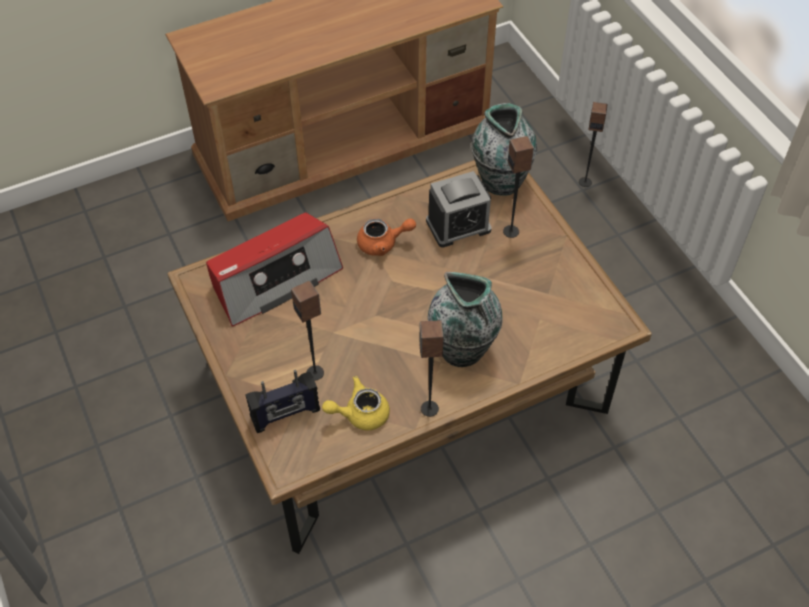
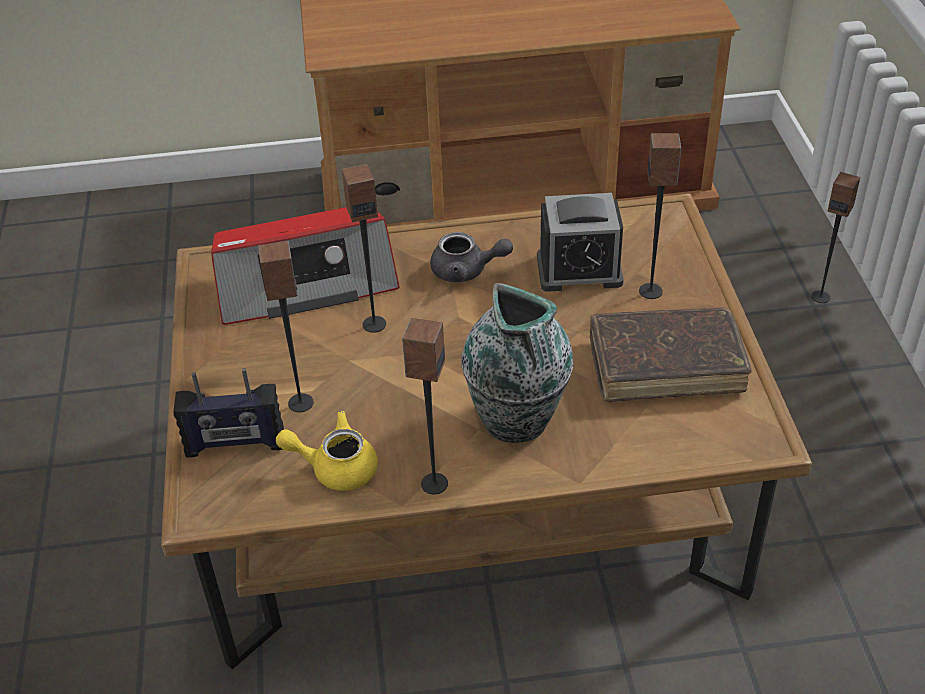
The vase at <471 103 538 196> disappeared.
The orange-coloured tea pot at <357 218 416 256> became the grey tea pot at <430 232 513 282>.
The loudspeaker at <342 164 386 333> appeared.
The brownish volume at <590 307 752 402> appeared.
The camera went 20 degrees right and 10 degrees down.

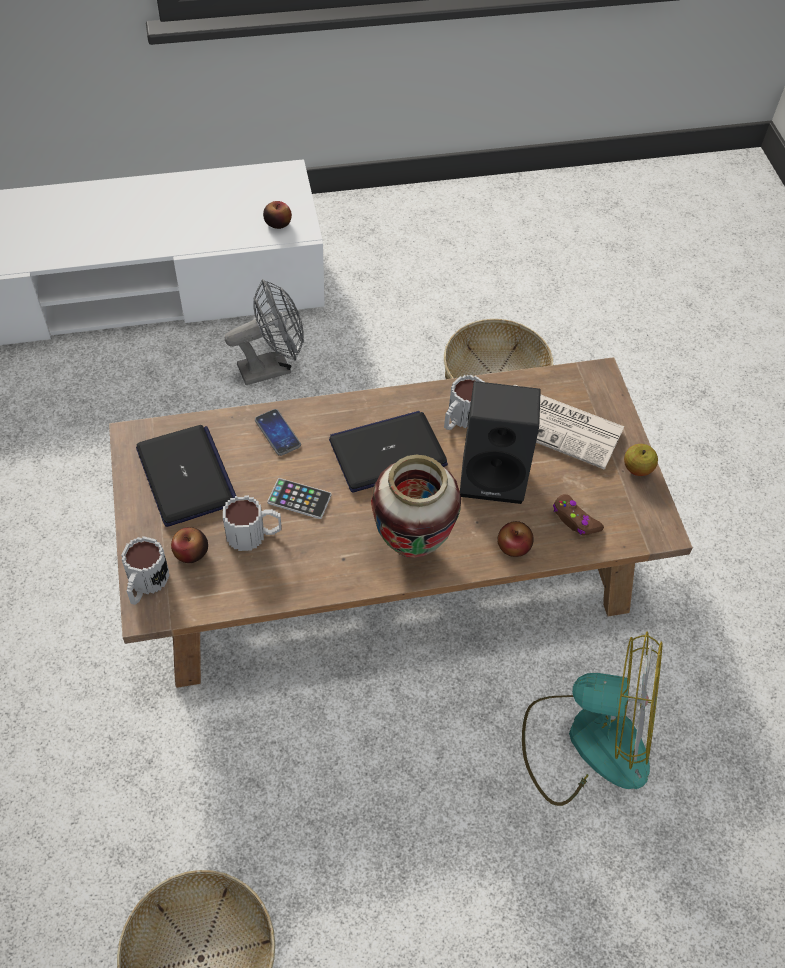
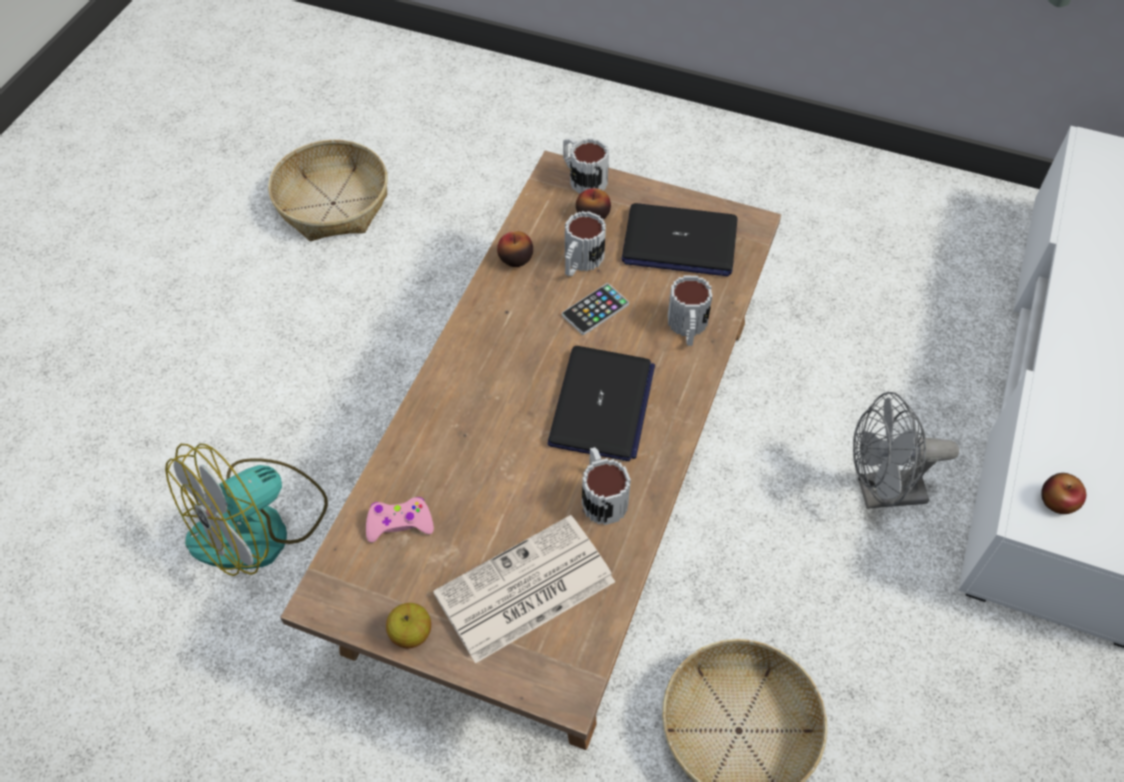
The grey electric fan at <225 279 304 385> turned 75 degrees clockwise.
The black loudspeaker at <460 381 541 504> disappeared.
The telephone at <255 409 301 456> was replaced by the coffee mug at <668 276 712 346>.
The vase at <371 455 461 558> disappeared.
The brownish joypad at <553 494 604 535> became the pinkish joypad at <366 497 434 543>.
The apple moved from <497 521 534 557> to <497 231 533 267>.
The camera went 125 degrees right and 0 degrees up.

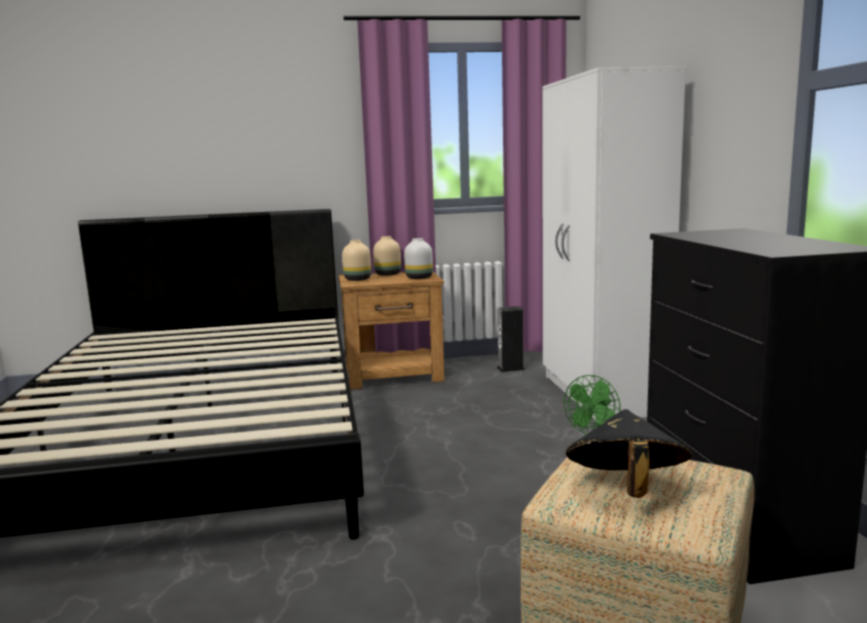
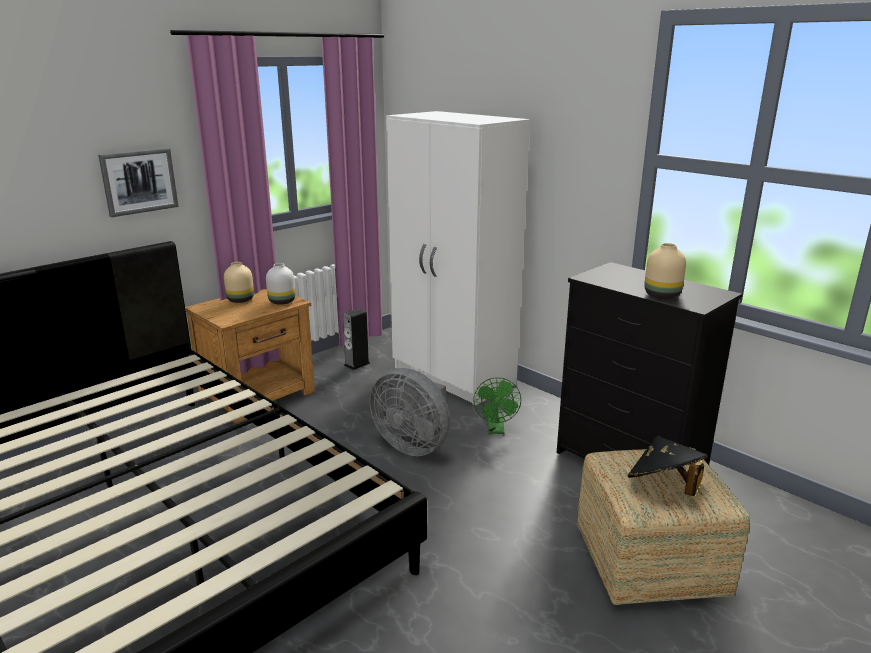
The sand-coloured vase moved from <342 240 371 281> to <644 243 686 299>.
The picture at <98 148 179 217> appeared.
The grey electric fan at <370 368 450 456> appeared.
The camera went 35 degrees left and 10 degrees up.

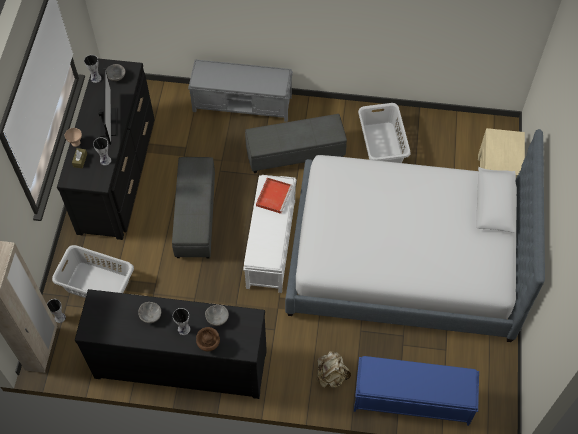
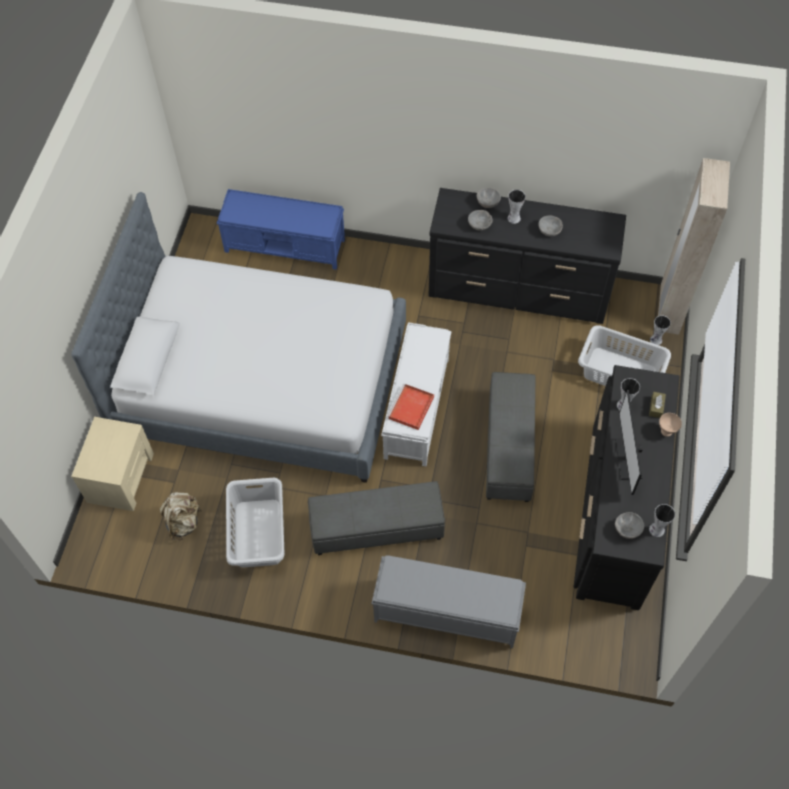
The brownish vase at <196 327 220 351> was replaced by the grey deep dish at <476 188 501 208>.
The sand-coloured knapsack moved from <316 351 351 388> to <159 492 201 541>.
The camera went 175 degrees left and 0 degrees up.

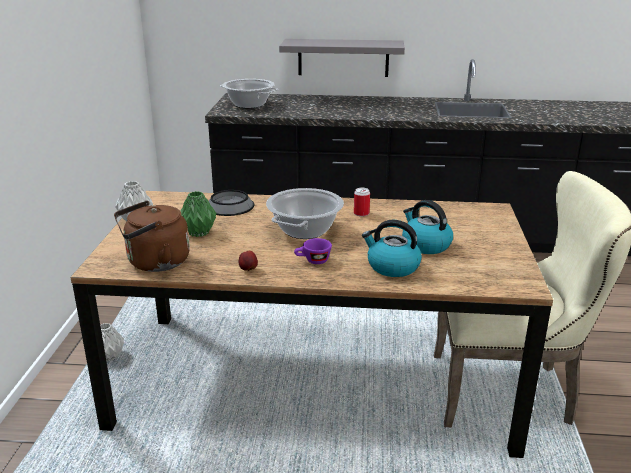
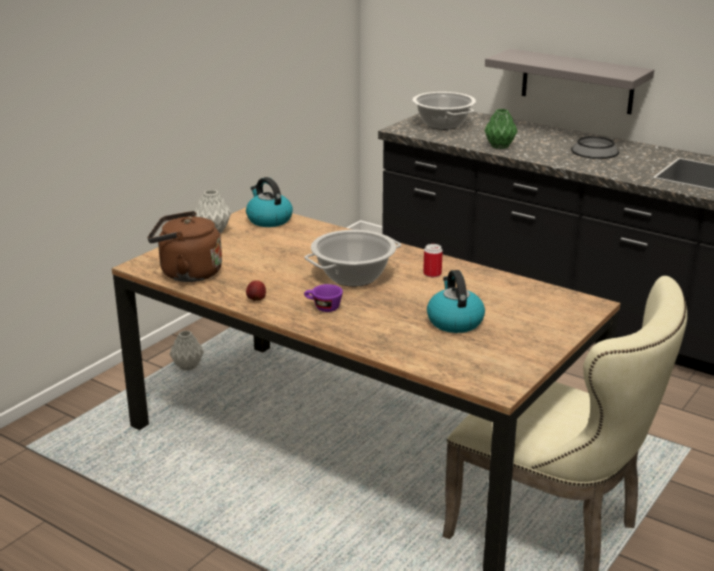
The deep dish moved from <209 190 254 216> to <571 136 619 159>.
The green vase moved from <181 191 216 237> to <484 109 518 149>.
The water kettle moved from <362 220 422 277> to <246 177 293 227>.
The camera went 30 degrees right and 0 degrees up.

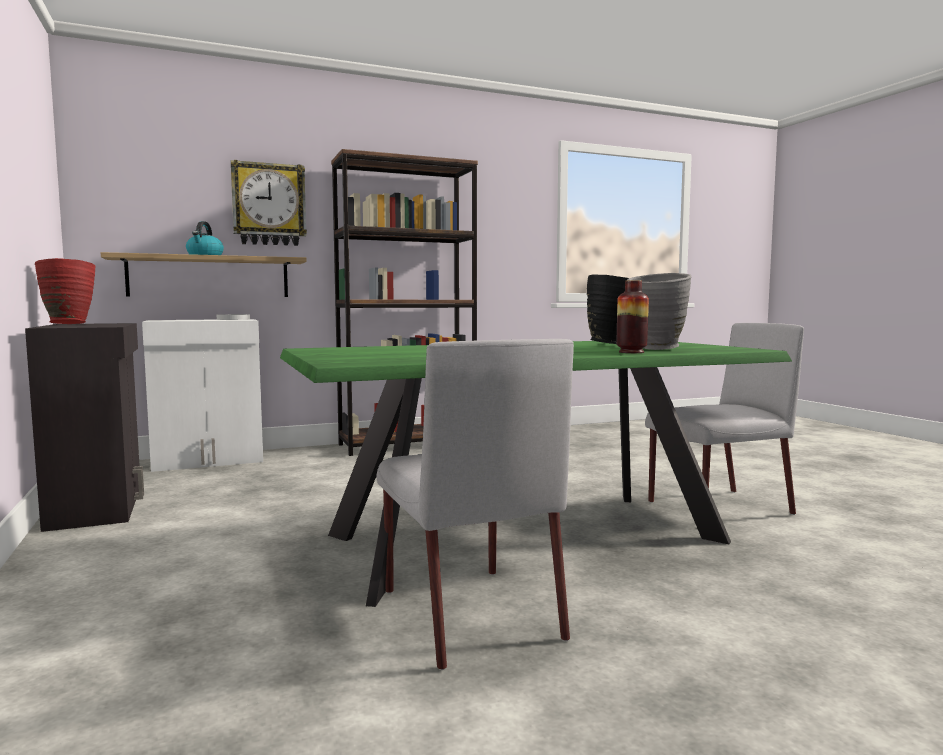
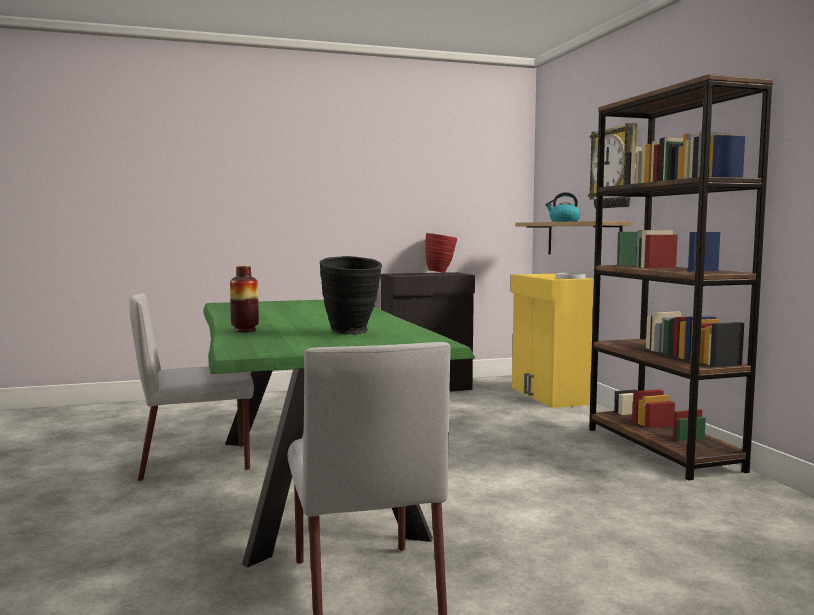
The grey vase at <627 273 691 350> disappeared.
The white-coloured cupboard at <142 319 263 472> became the yellow cupboard at <511 274 594 408>.
The camera went 95 degrees right and 0 degrees up.

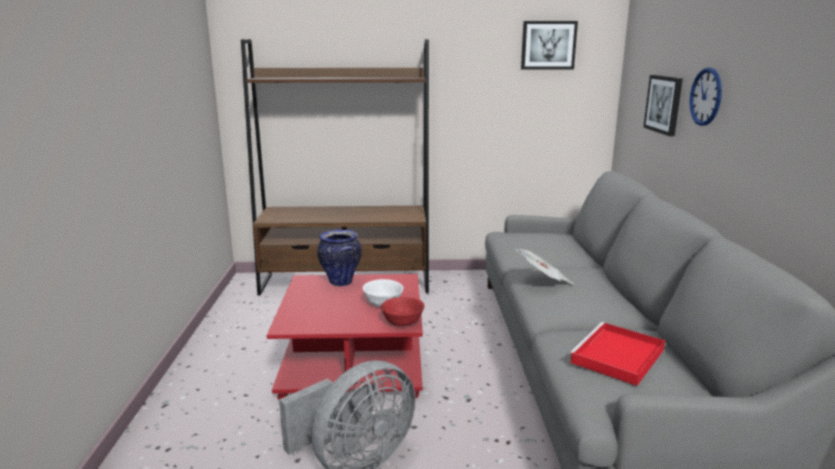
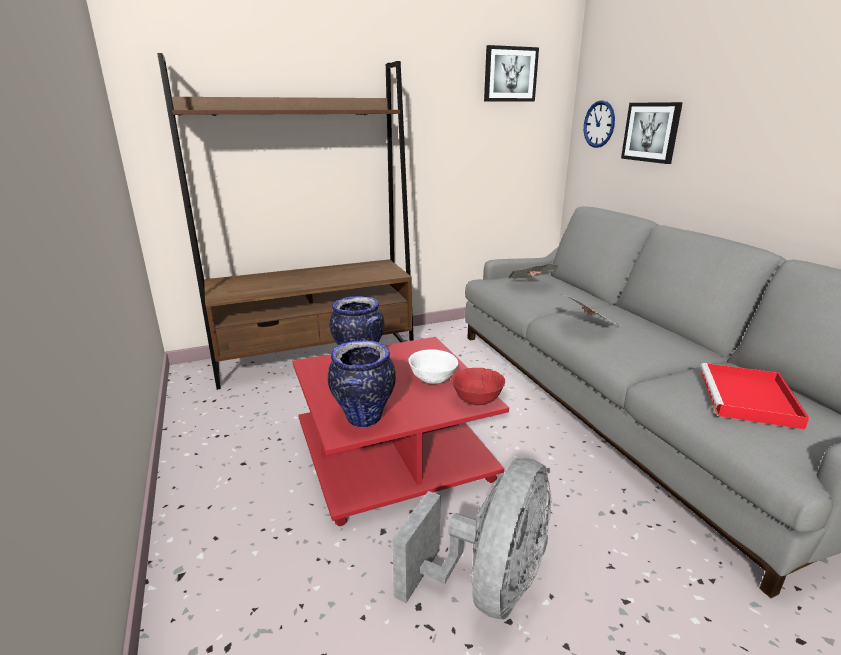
The hanging clock moved from <689 68 722 126> to <584 100 615 148>.
The daily paper at <509 264 558 279> appeared.
The vase at <328 340 396 427> appeared.
The camera went 20 degrees left and 5 degrees up.

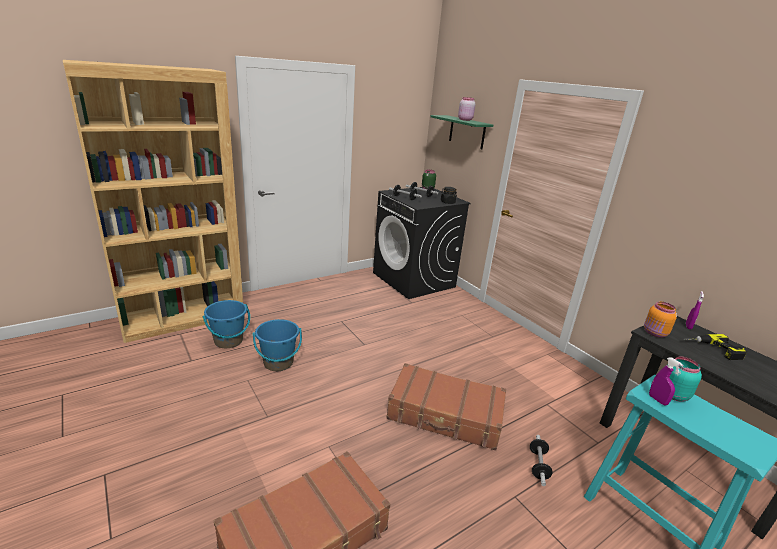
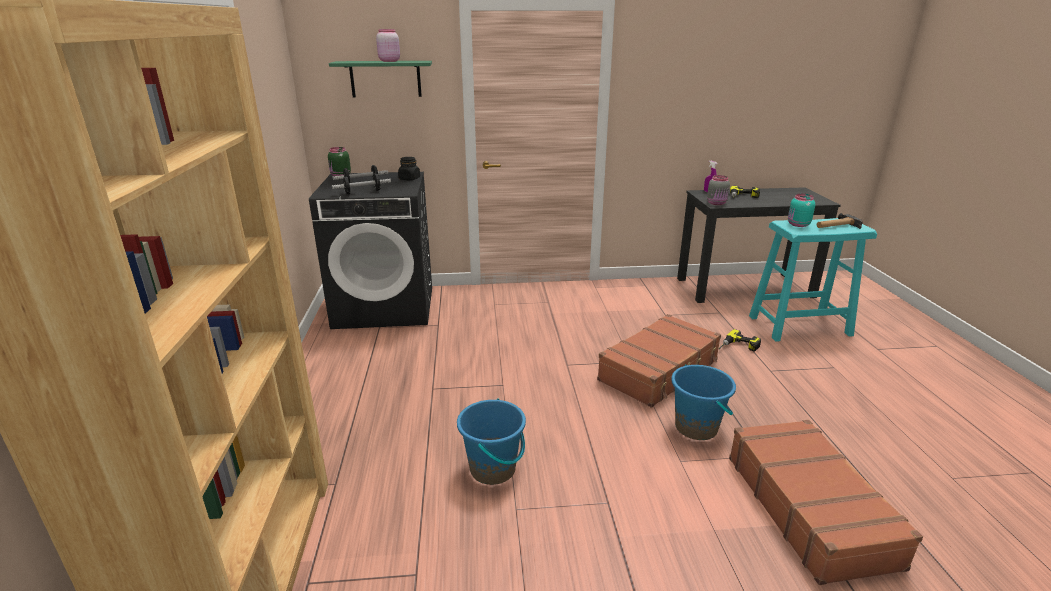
The blue-coloured water bucket moved from <203 300 250 348> to <671 364 736 440>.
The orange-coloured jar at <644 302 677 338> became the grey jar at <707 175 730 205>.
The purple spray bottle at <649 358 683 405> disappeared.
The free weight at <530 435 553 486> was replaced by the drill at <719 329 761 351>.
The tool hammer at <817 213 863 229> appeared.
The camera went 60 degrees left and 0 degrees up.

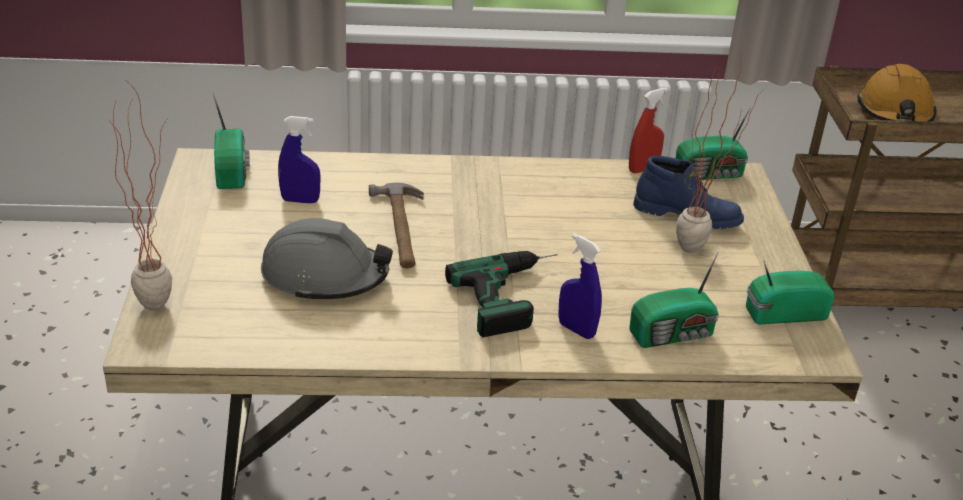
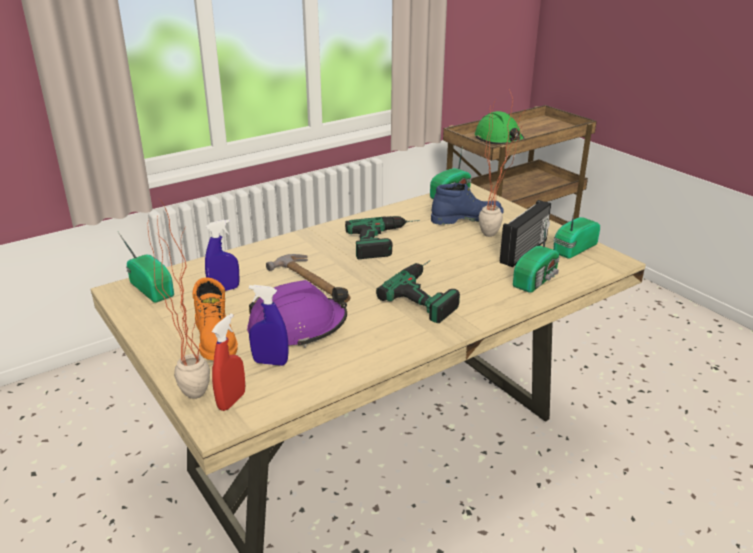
The orange-coloured hard hat at <857 64 936 122> became the green hard hat at <475 111 525 145>.
The red-coloured spray bottle moved from <629 88 668 173> to <212 314 245 411>.
The grey hard hat at <261 218 393 302> became the purple hard hat at <247 280 348 348>.
The blue-coloured spray bottle moved from <558 233 602 339> to <249 285 289 366>.
The radio set at <500 200 551 267> appeared.
The drill at <345 216 420 259> appeared.
The orange-coloured tall boot at <192 278 238 361> appeared.
The camera went 30 degrees left and 5 degrees down.

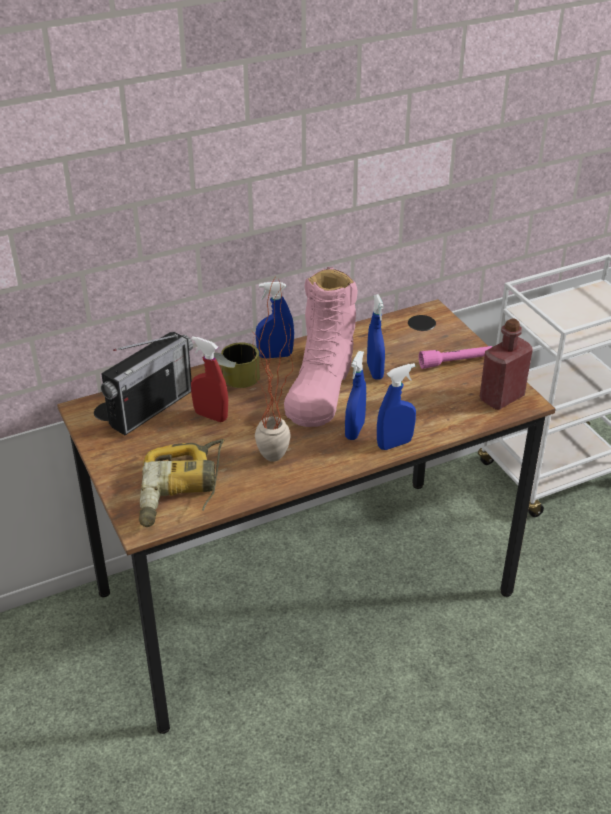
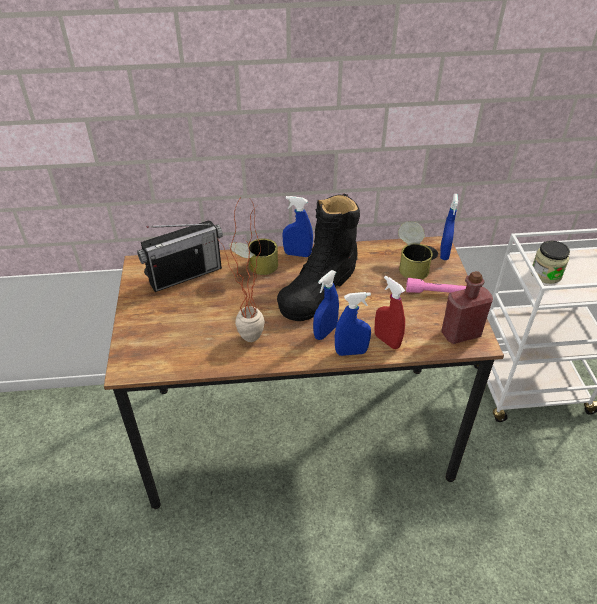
The pinkish tall boot at <284 267 358 427> became the black tall boot at <277 193 360 321>.
The blue-coloured spray bottle moved from <367 294 385 380> to <440 194 458 260>.
The red-coloured spray bottle moved from <191 336 228 422> to <375 276 405 349>.
The drill at <139 439 224 527> disappeared.
The can at <398 221 433 280> appeared.
The jar at <531 241 570 284> appeared.
The camera went 20 degrees right and 5 degrees up.

